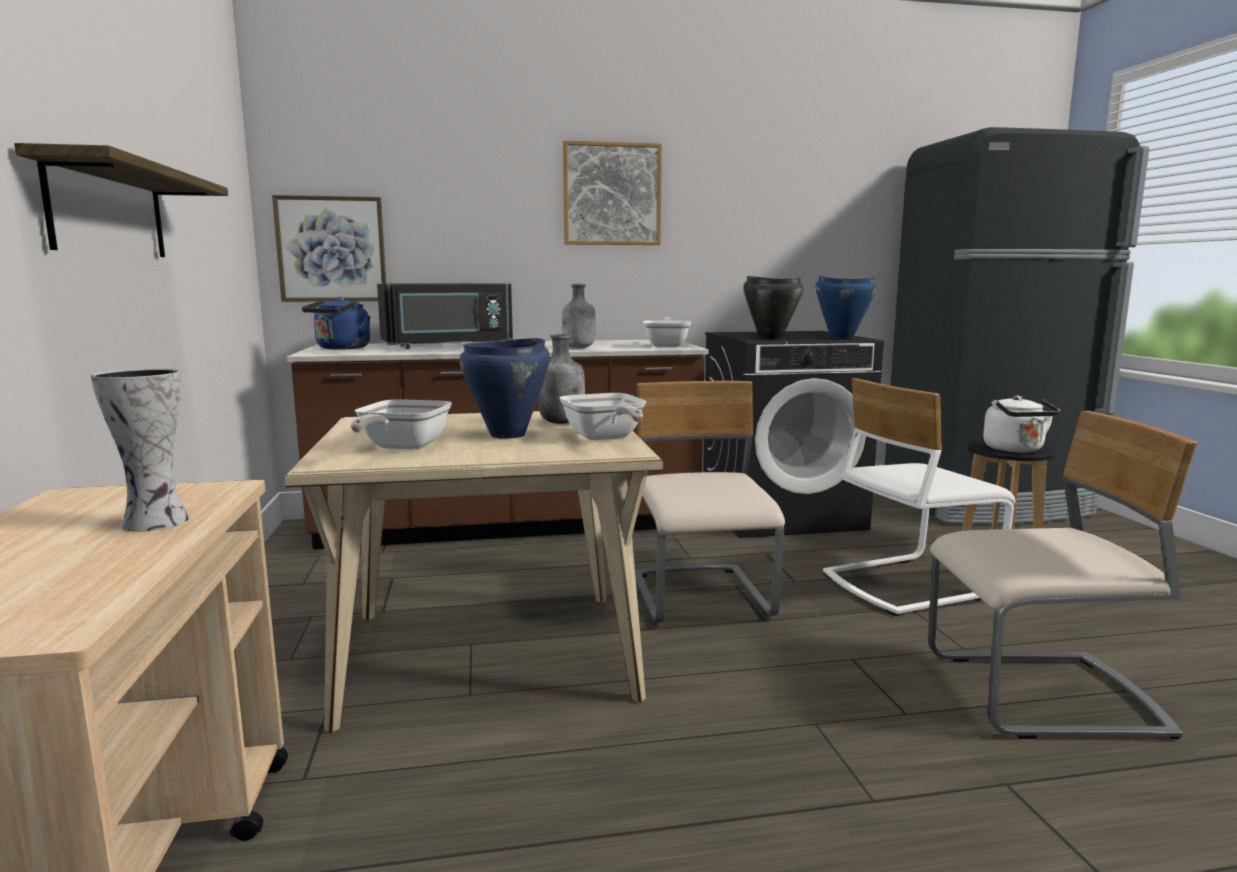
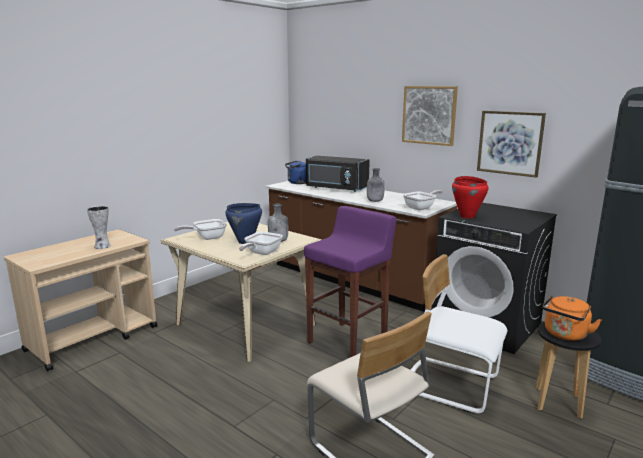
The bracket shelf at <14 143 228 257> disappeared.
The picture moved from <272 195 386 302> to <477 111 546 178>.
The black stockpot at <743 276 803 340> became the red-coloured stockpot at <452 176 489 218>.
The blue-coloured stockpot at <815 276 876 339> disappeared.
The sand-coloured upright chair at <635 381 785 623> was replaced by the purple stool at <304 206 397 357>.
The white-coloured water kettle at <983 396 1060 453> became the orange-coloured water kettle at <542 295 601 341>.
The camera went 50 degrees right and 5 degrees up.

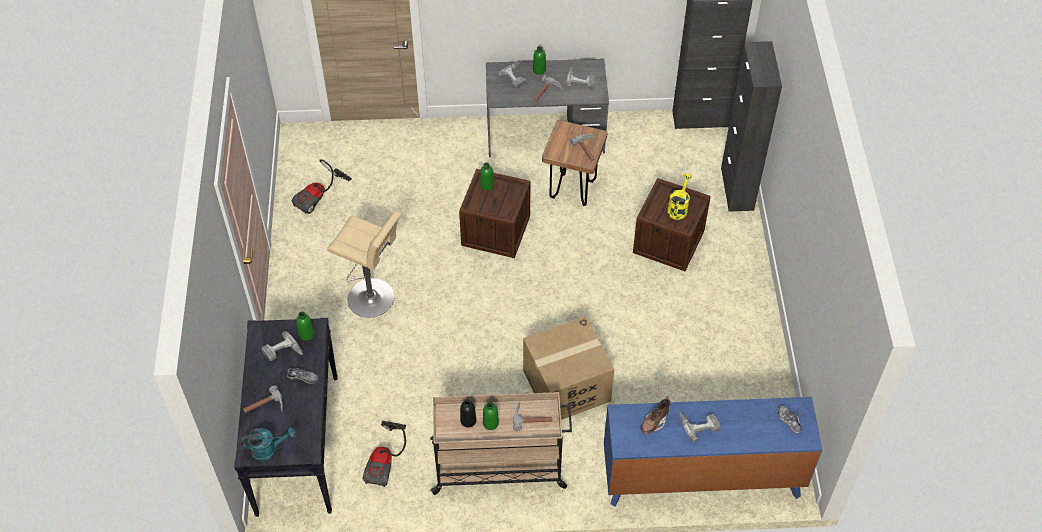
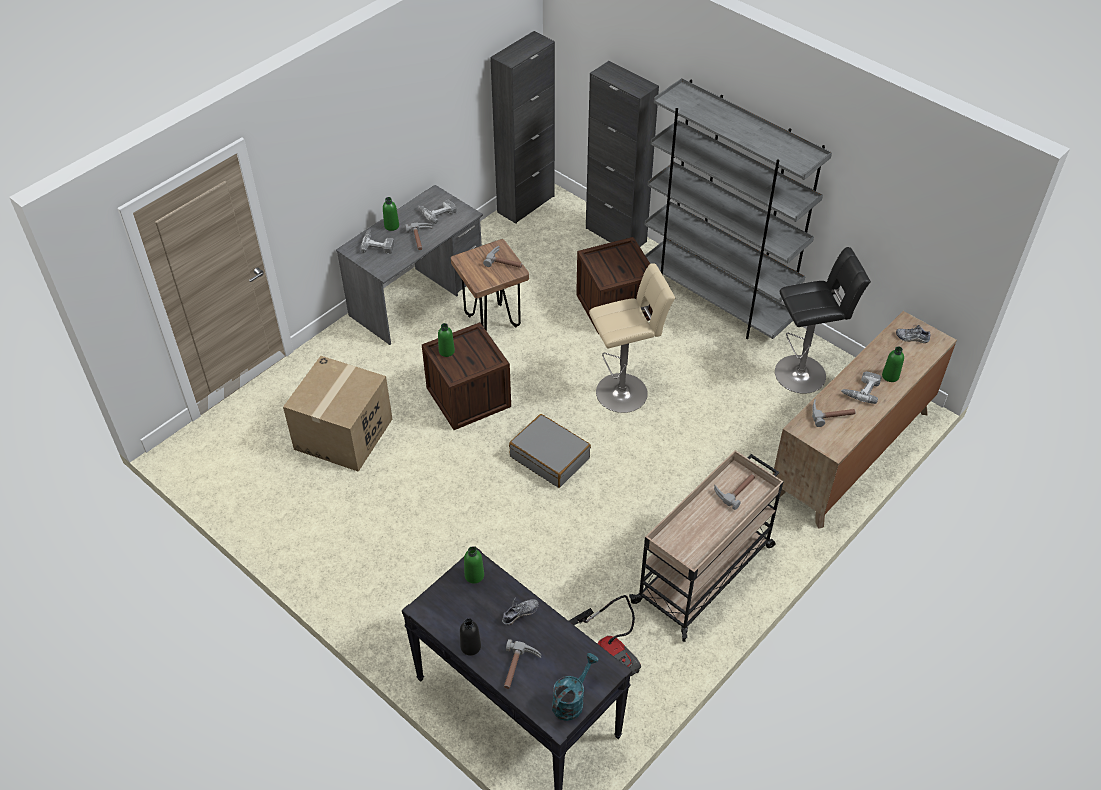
The vacuum cleaner at <292 159 352 215> disappeared.
The yellow sprinkling can at <667 174 692 220> disappeared.
The sand-coloured stool moved from <327 211 401 318> to <589 263 675 413>.
The packing box moved from <523 316 614 420> to <283 356 392 472>.
The drill at <261 331 303 361> disappeared.
The brownish tall boot at <641 396 670 434> was replaced by the tool hammer at <812 399 856 427>.
The blue-coloured dresser at <604 397 822 507> became the brownish dresser at <773 311 957 529>.
The black bottle moved from <460 399 476 428> to <460 618 481 656>.
The green bottle moved from <483 402 499 430> to <882 346 904 382>.
The grey bookshelf at <645 78 832 339> appeared.
The black stool at <775 247 871 394> appeared.
The grey suitcase at <509 414 591 488> appeared.
The camera went 45 degrees left and 5 degrees down.

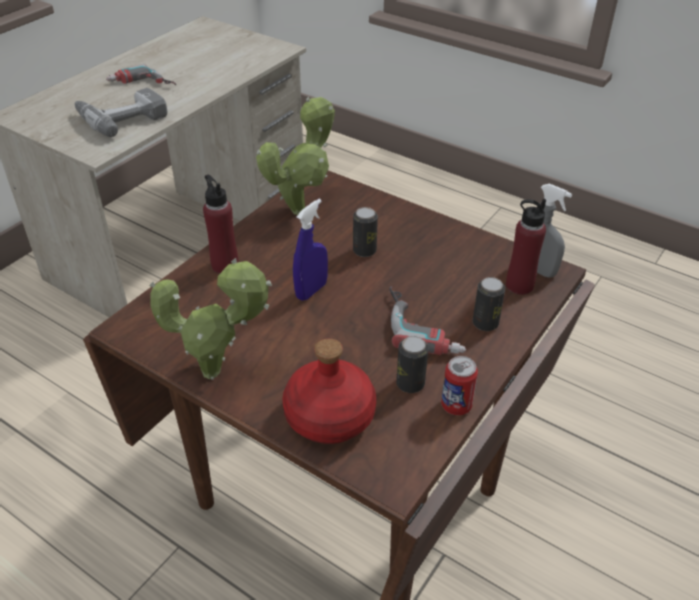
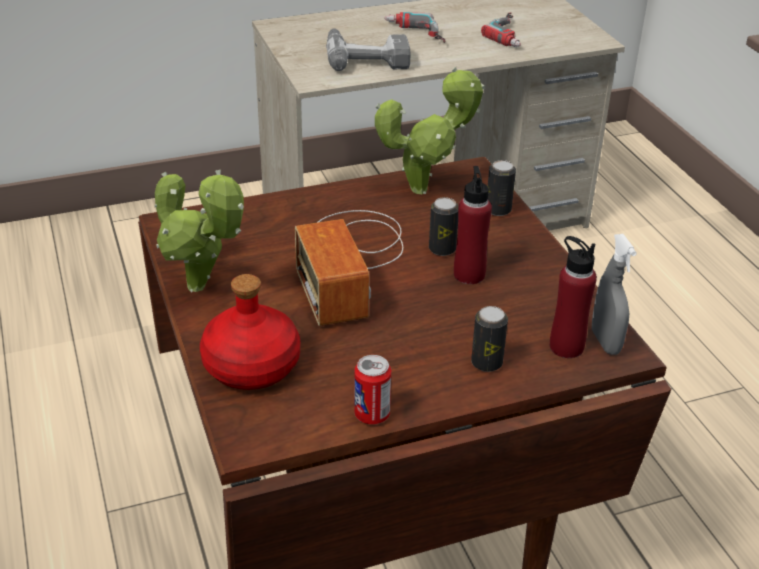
The red-coloured bottle moved from <203 175 238 273> to <454 166 492 284>.
The blue-coloured spray bottle at <293 199 328 301> was replaced by the radio set at <295 210 403 326>.
The drill moved from <389 286 466 355> to <481 12 521 47>.
The can moved from <396 336 429 393> to <488 160 516 216>.
The camera went 35 degrees right and 5 degrees down.

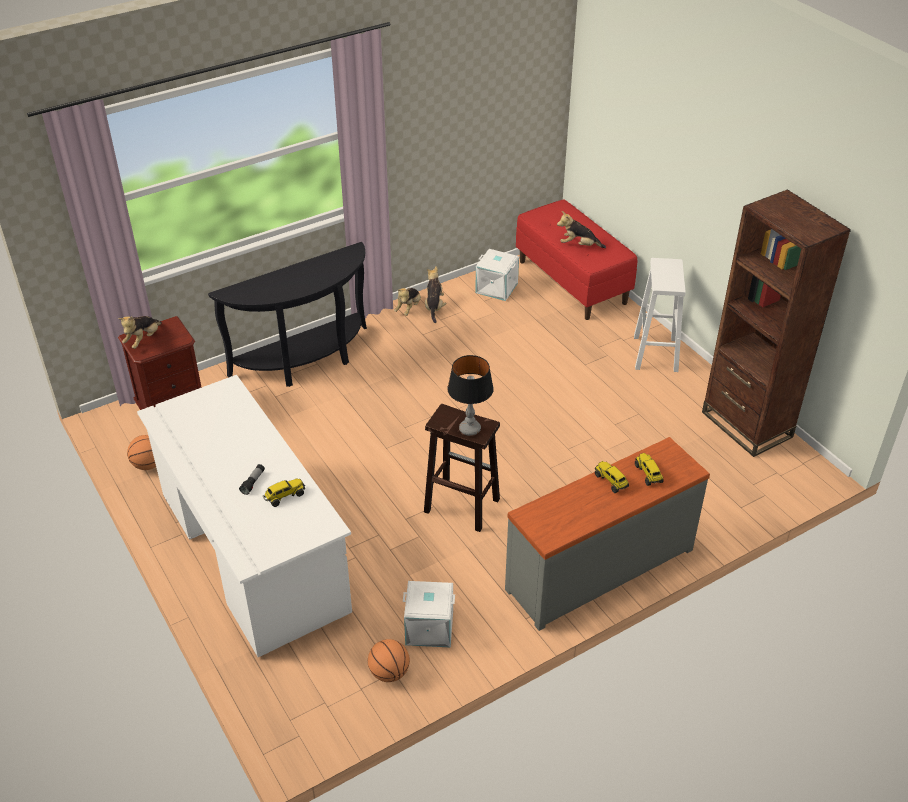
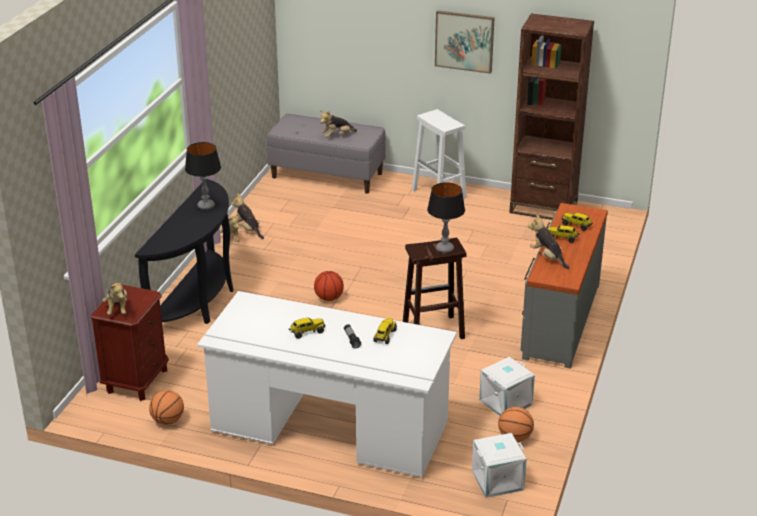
The red-coloured indoor bench at <516 199 637 320> became the grey indoor bench at <267 114 386 194>.
The white-coloured storage bin moved from <475 249 519 301> to <472 433 527 498>.
The picture at <435 10 495 74> appeared.
The table lamp at <185 142 221 210> appeared.
The soft toy at <528 214 569 269> appeared.
The ball for basketball at <314 271 344 301> appeared.
The toy lorry at <288 318 325 339> appeared.
The camera went 40 degrees left and 10 degrees down.

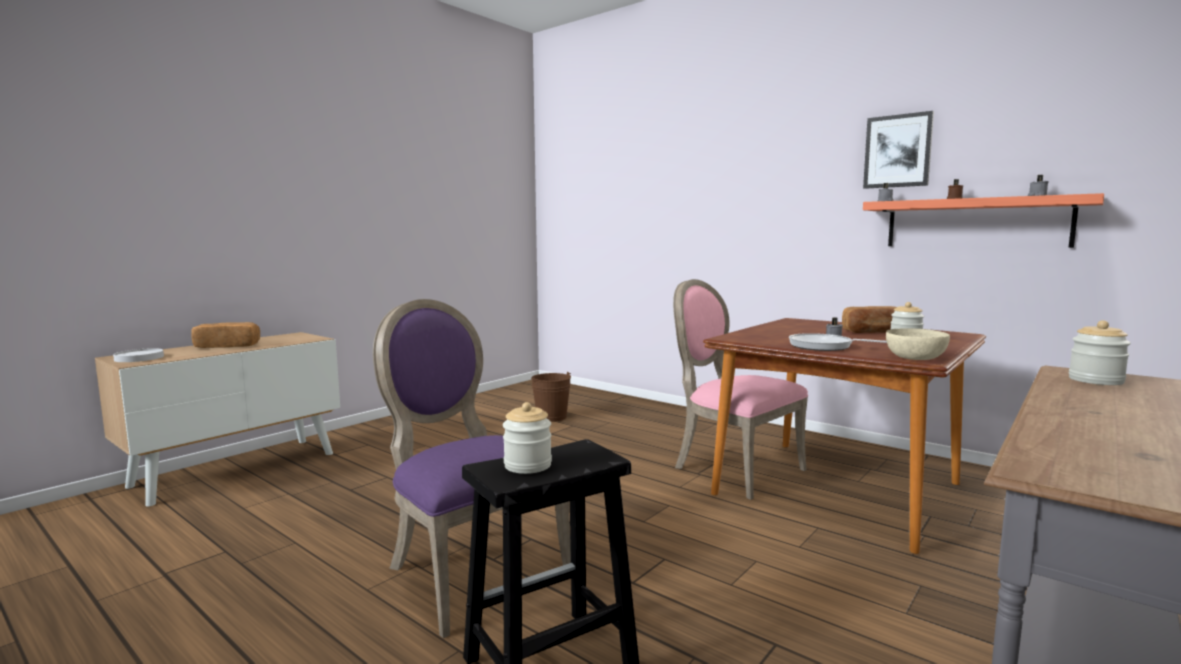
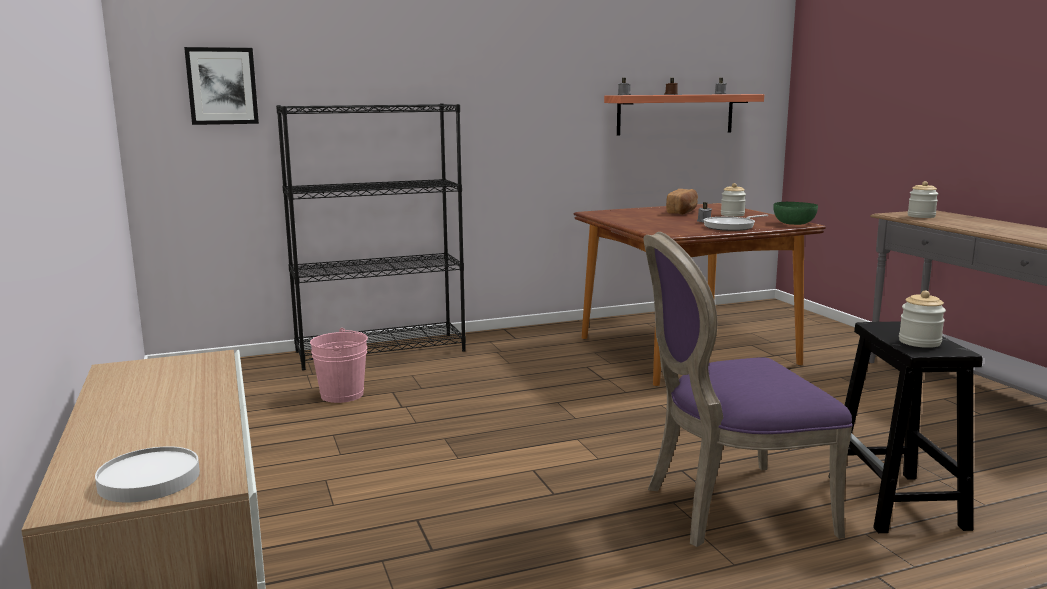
The picture moved from <863 111 934 189> to <184 47 259 125>.
The pinkish upright chair at <673 279 808 500> disappeared.
The baked bread at <191 322 260 348> disappeared.
The sand-coloured deep dish at <886 328 950 360> became the green deep dish at <773 202 818 225>.
The brownish water bucket at <531 372 571 422> became the pinkish water bucket at <310 328 368 403>.
The black bookshelf at <276 103 466 371> appeared.
The camera went 60 degrees left and 5 degrees up.

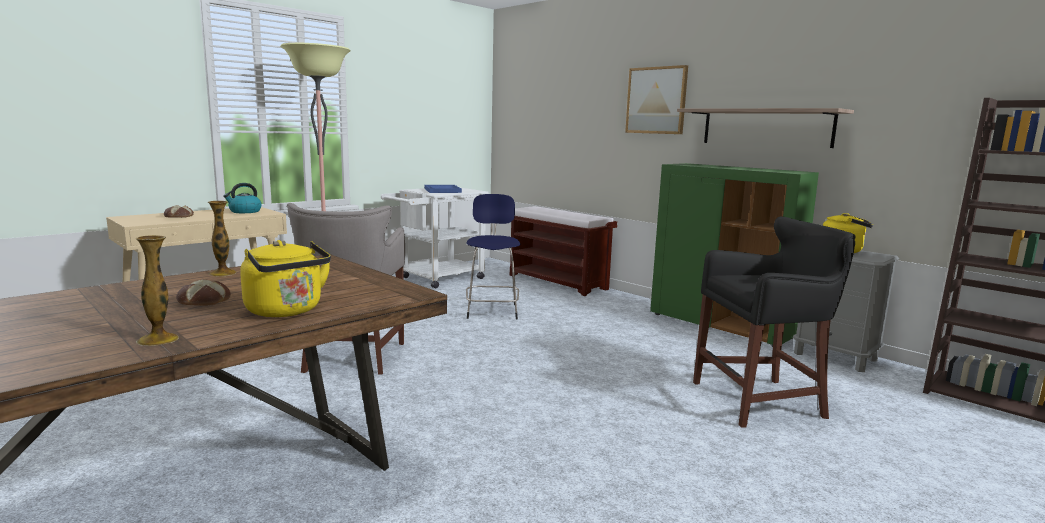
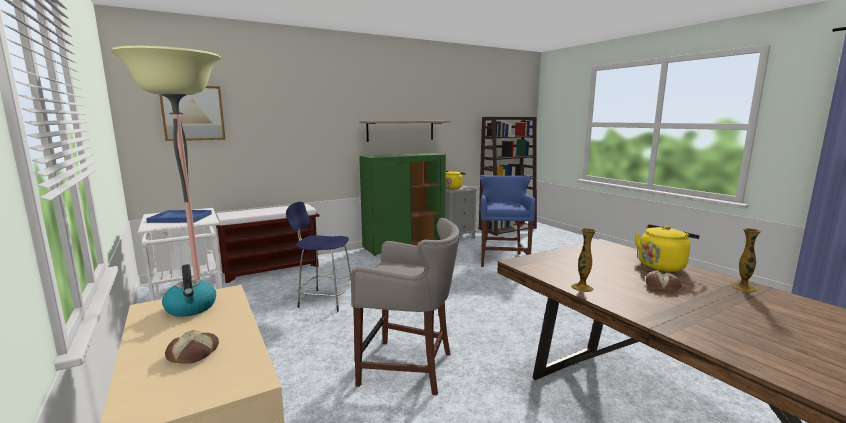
The picture moved from <625 65 688 134> to <159 86 225 141>.
The black stool at <693 216 856 428> became the blue-coloured stool at <480 175 535 267>.
The camera went 75 degrees left and 0 degrees up.

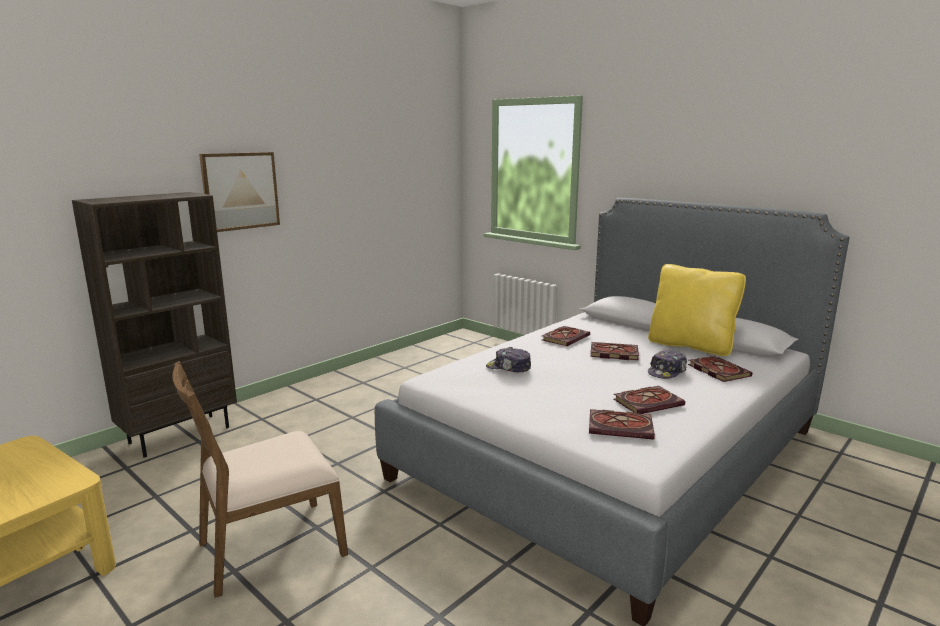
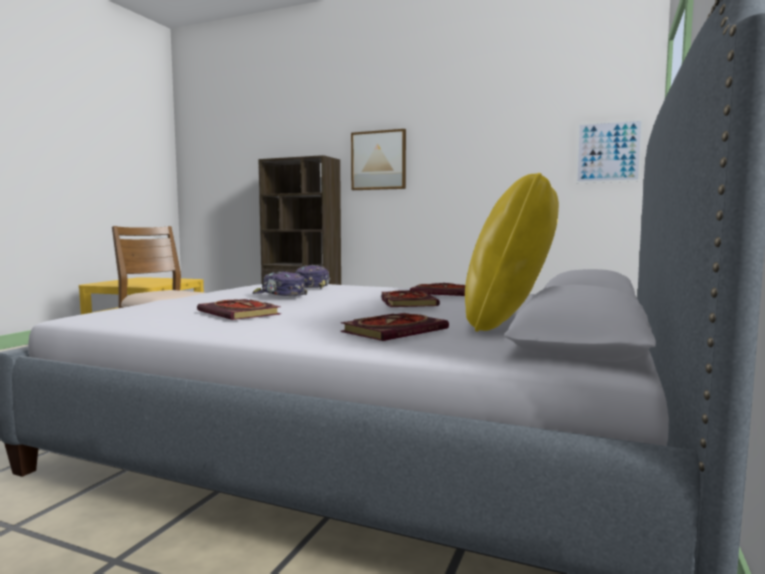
The cap moved from <648 350 687 379> to <252 271 307 296>.
The volume at <589 409 655 440> disappeared.
The picture at <575 119 644 183> appeared.
The camera went 70 degrees right and 10 degrees down.

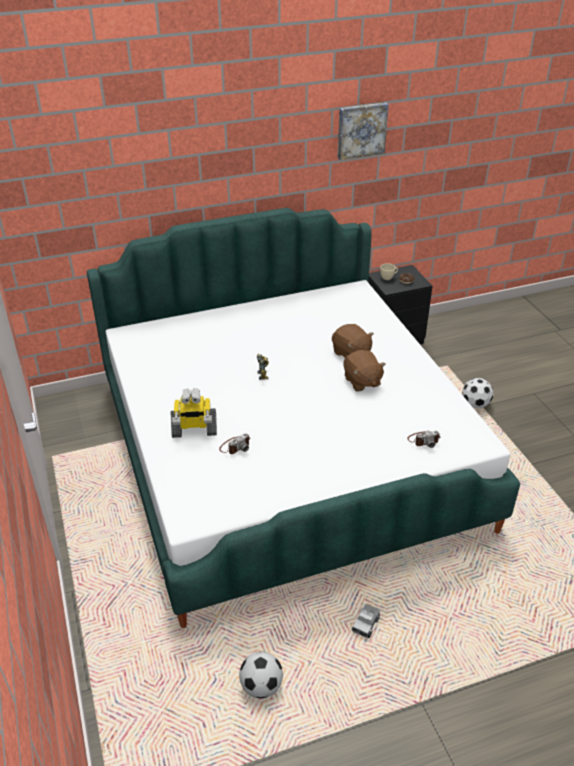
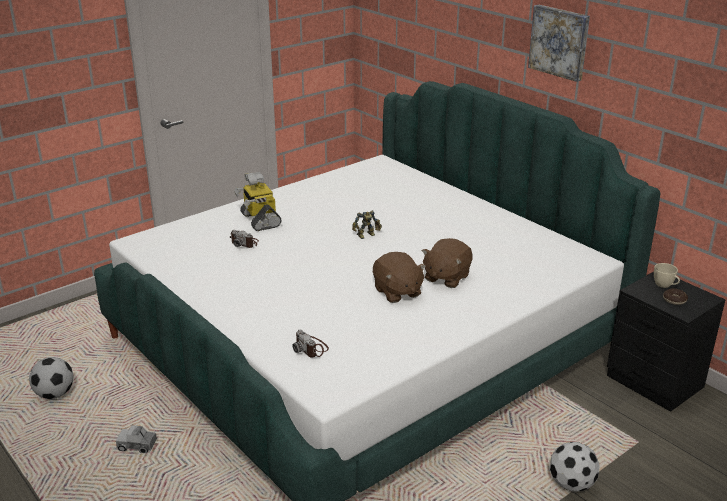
The picture moved from <337 102 389 160> to <528 5 590 82>.
The brownish soft toy at <343 350 386 392> turned 75 degrees counterclockwise.
The camera went 70 degrees right and 10 degrees down.

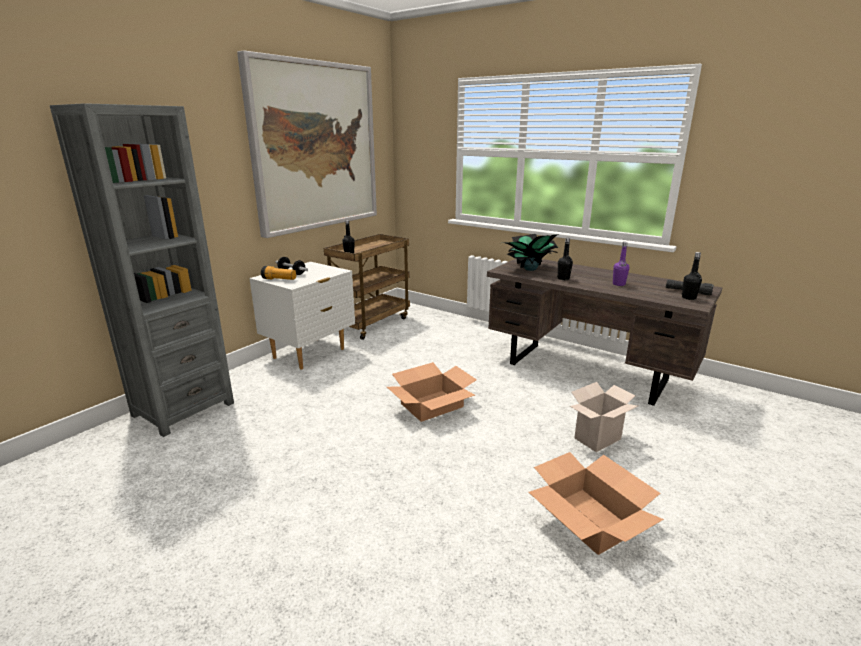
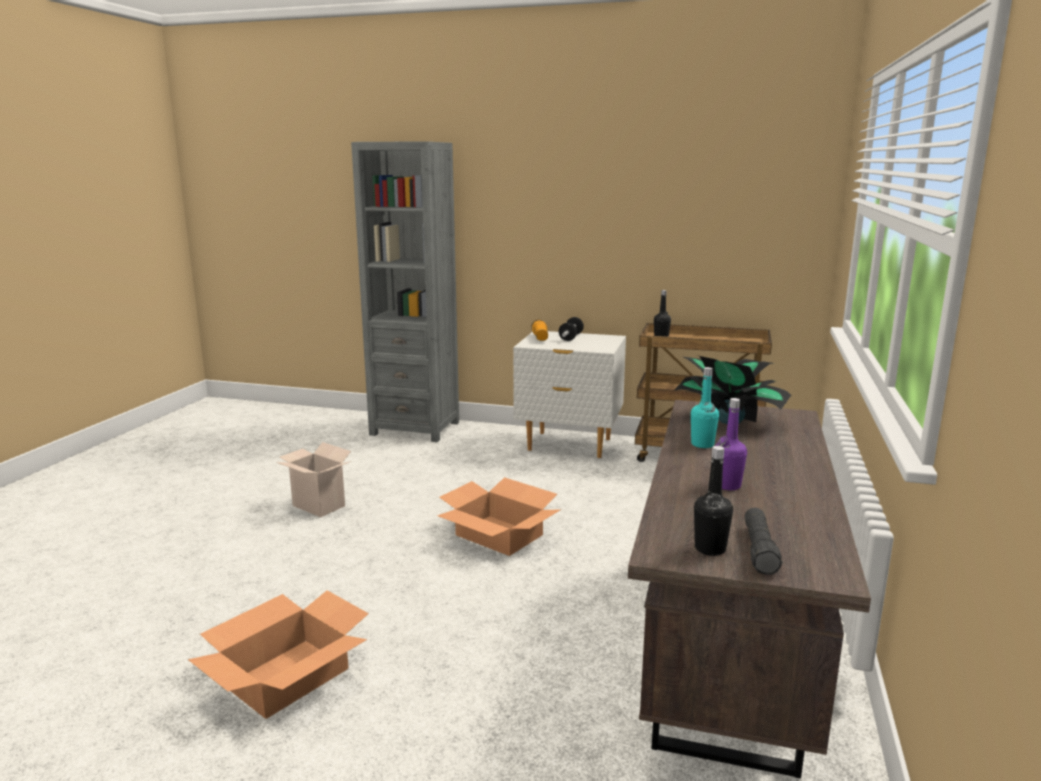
The picture at <237 51 377 238> disappeared.
The black bottle at <557 238 573 280> became the turquoise-coloured bottle at <691 367 719 448>.
The packing box moved from <570 382 638 452> to <276 442 351 517>.
The camera went 70 degrees right and 5 degrees down.

